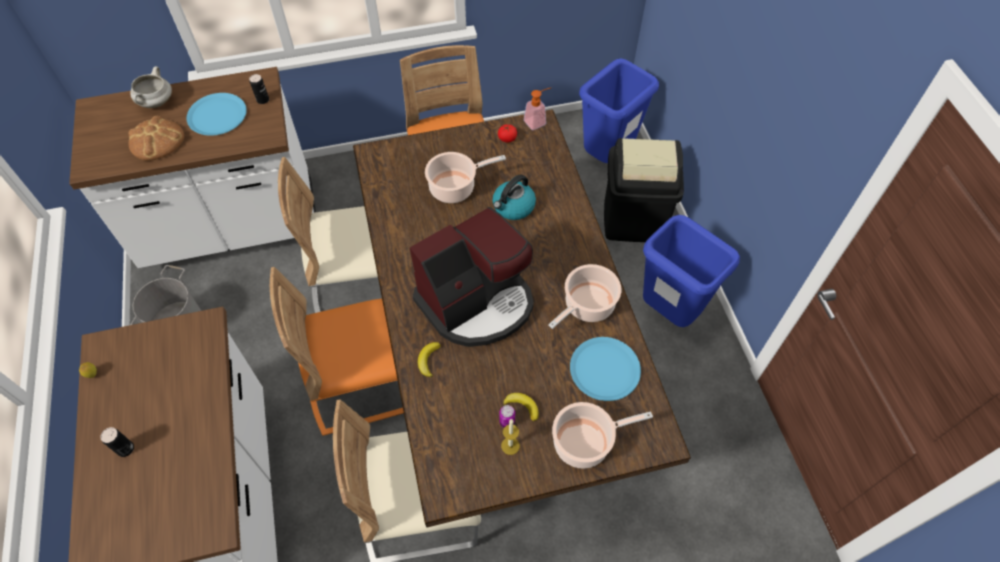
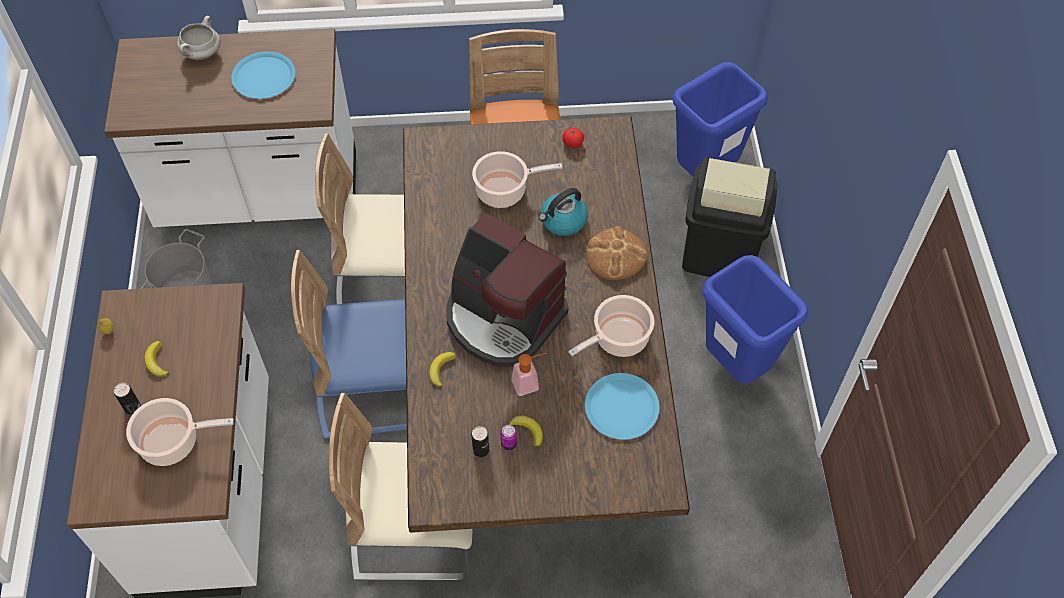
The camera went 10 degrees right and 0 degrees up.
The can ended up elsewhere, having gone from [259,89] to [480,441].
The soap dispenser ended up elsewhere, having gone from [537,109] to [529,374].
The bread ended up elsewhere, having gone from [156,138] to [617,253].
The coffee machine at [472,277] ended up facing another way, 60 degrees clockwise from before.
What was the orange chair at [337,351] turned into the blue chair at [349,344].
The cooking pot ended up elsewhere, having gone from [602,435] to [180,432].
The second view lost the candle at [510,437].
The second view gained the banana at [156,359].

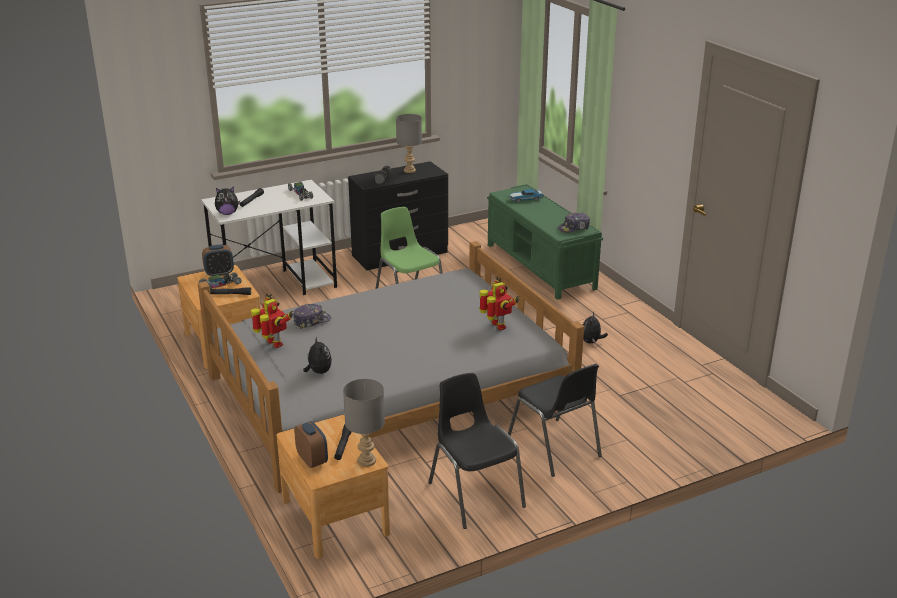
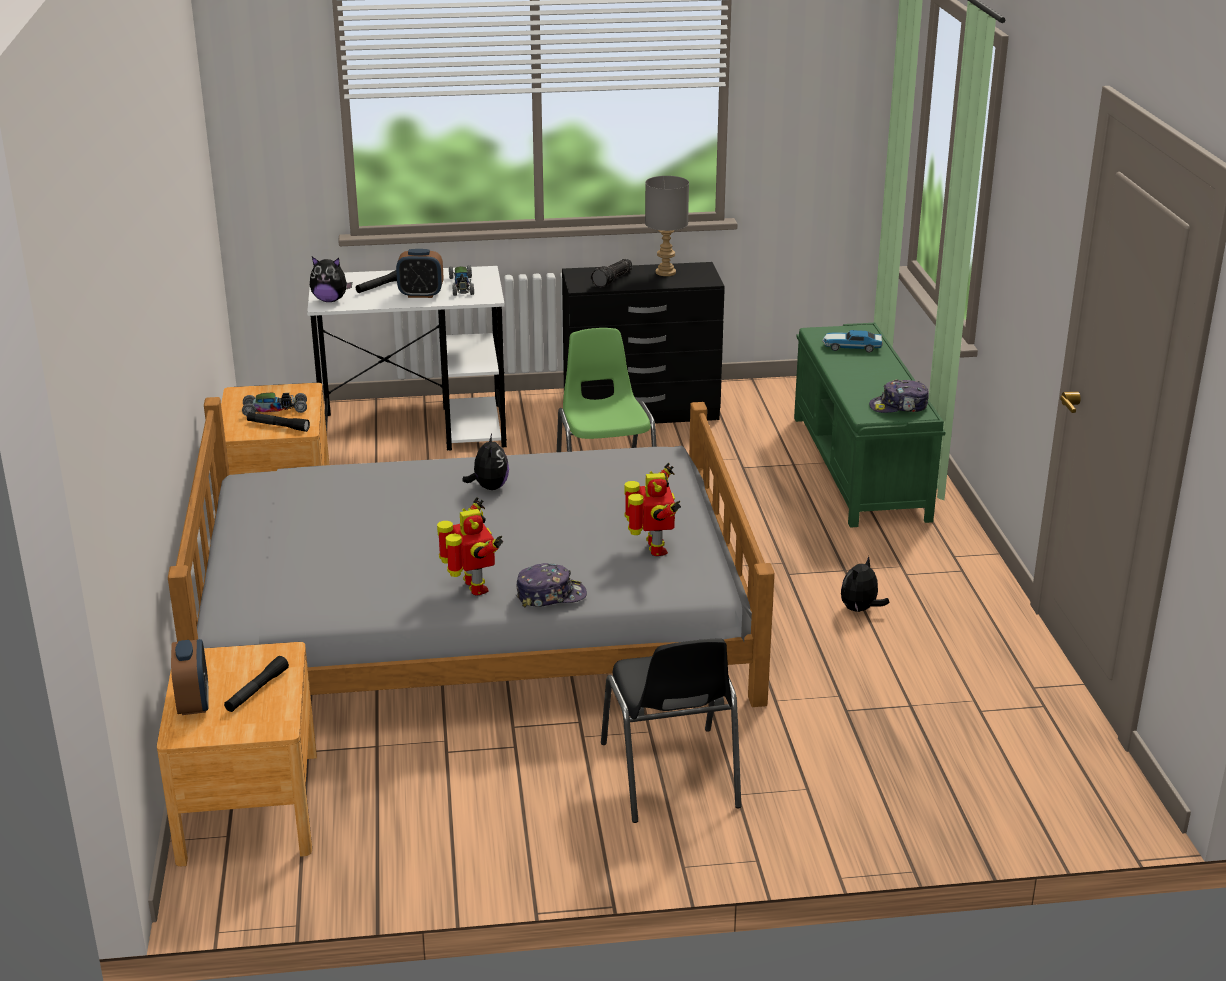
The camera went 20 degrees right and 0 degrees up.
The alarm clock ended up elsewhere, having gone from [218,260] to [419,273].
The toy robot ended up elsewhere, having gone from [272,320] to [470,546].
The cap ended up elsewhere, having gone from [312,316] to [551,585].
The plush toy ended up elsewhere, having gone from [317,355] to [485,462].
The second view lost the black chair at [477,451].
The second view lost the grey table lamp at [364,423].

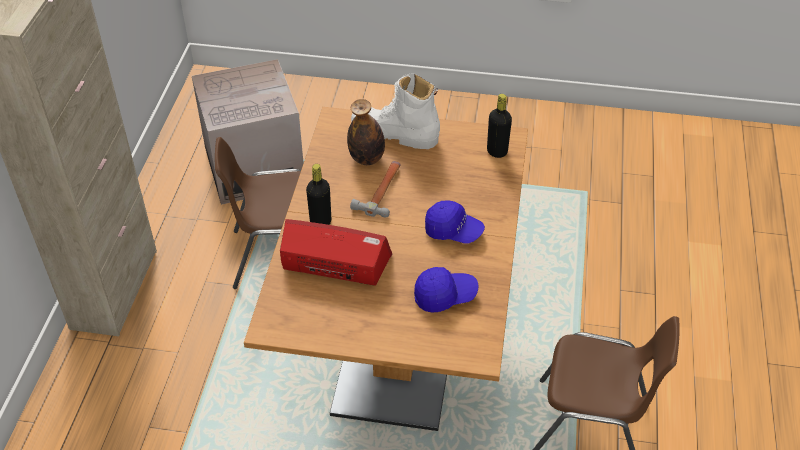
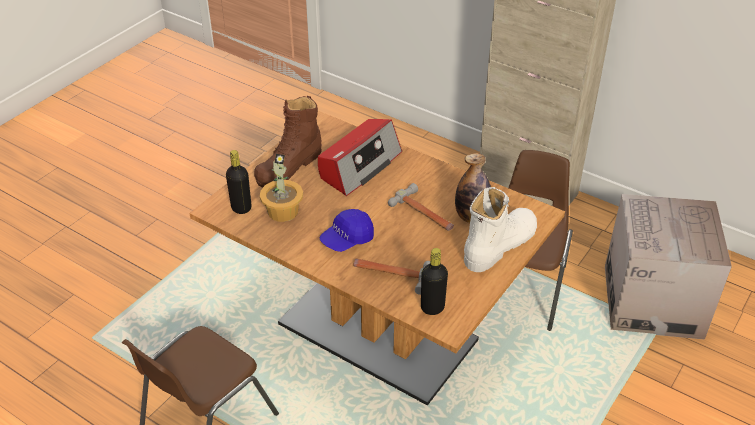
The camera went 115 degrees right and 5 degrees down.
The black bottle ended up elsewhere, having gone from [318,194] to [239,182].
Where the blue cap stood at [446,290], the potted plant came to stand at [281,188].
The second view gained the brown boot at [288,142].
The second view gained the hammer at [391,277].

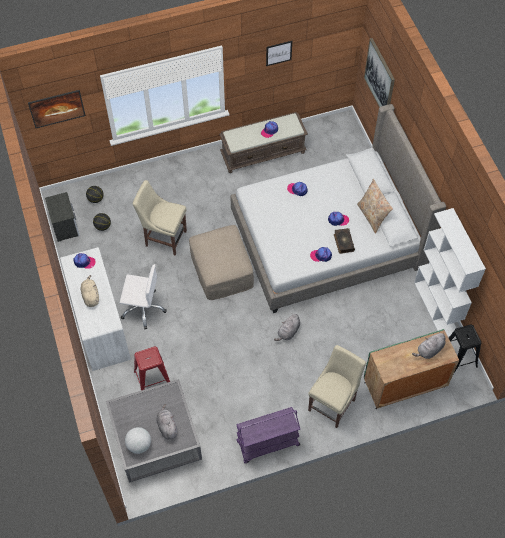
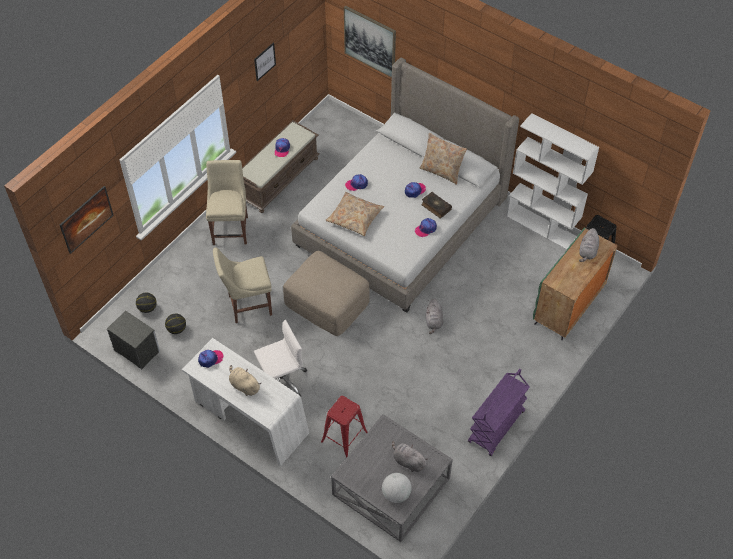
The camera went 35 degrees left and 5 degrees down.
The beige chair ended up elsewhere, having gone from [337,386] to [227,202].
The second view gained the beige pillow at [354,214].

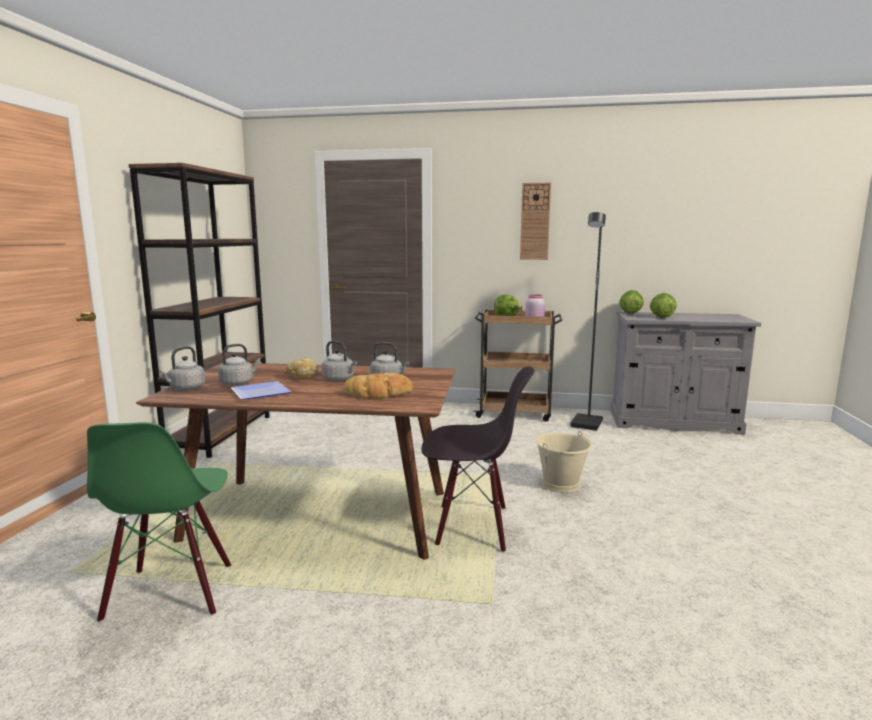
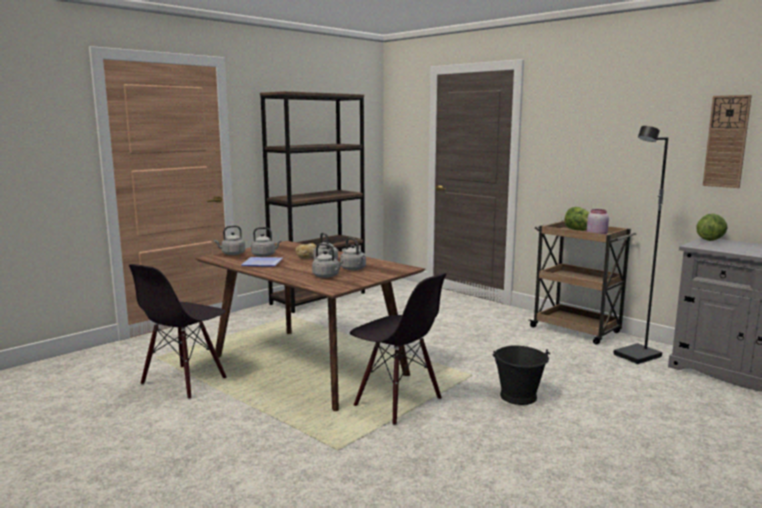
The camera went 35 degrees right and 0 degrees up.
The wall clock ended up elsewhere, having gone from [535,221] to [727,141].
The second view lost the lettuce at [663,305].
Where the bread stood at [378,385], the grey kettle came to stand at [327,260].
What was the green chair at [159,522] turned into the black chair at [178,332].
What was the beige bucket at [564,462] turned into the black bucket at [521,375].

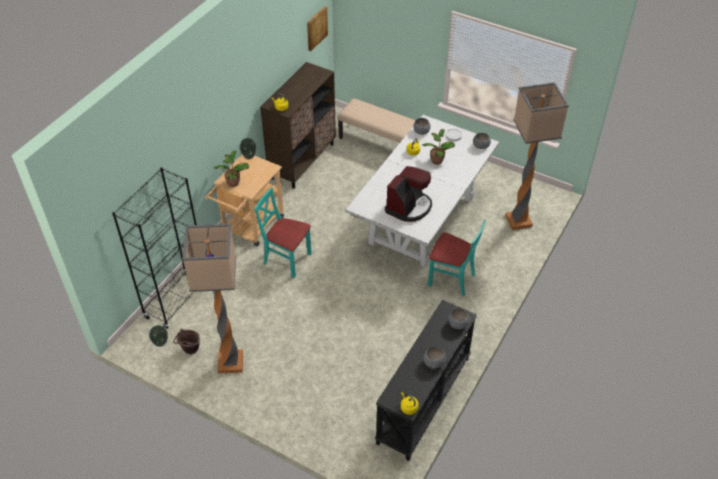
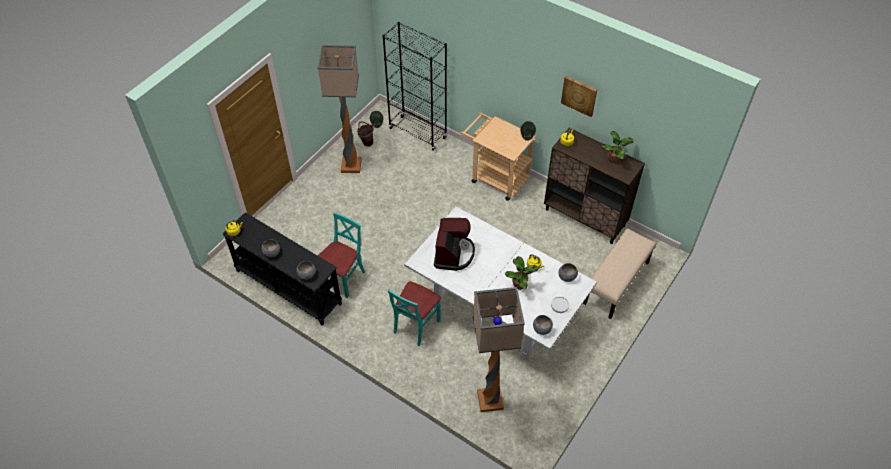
The camera went 95 degrees right and 5 degrees up.
The picture ended up elsewhere, having gone from [317,28] to [579,96].
The potted plant ended up elsewhere, having gone from [231,168] to [617,147].
The coffee machine at [408,194] ended up facing another way, 120 degrees counterclockwise from before.
The turquoise chair ended up elsewhere, having gone from [282,232] to [341,255].

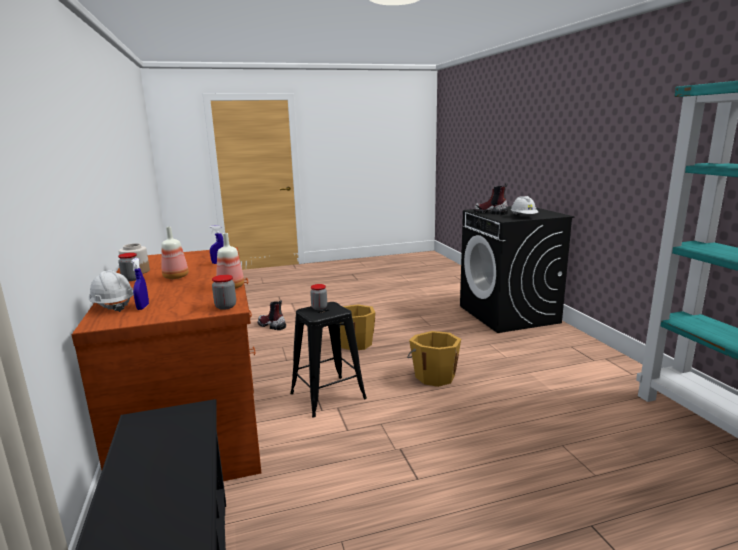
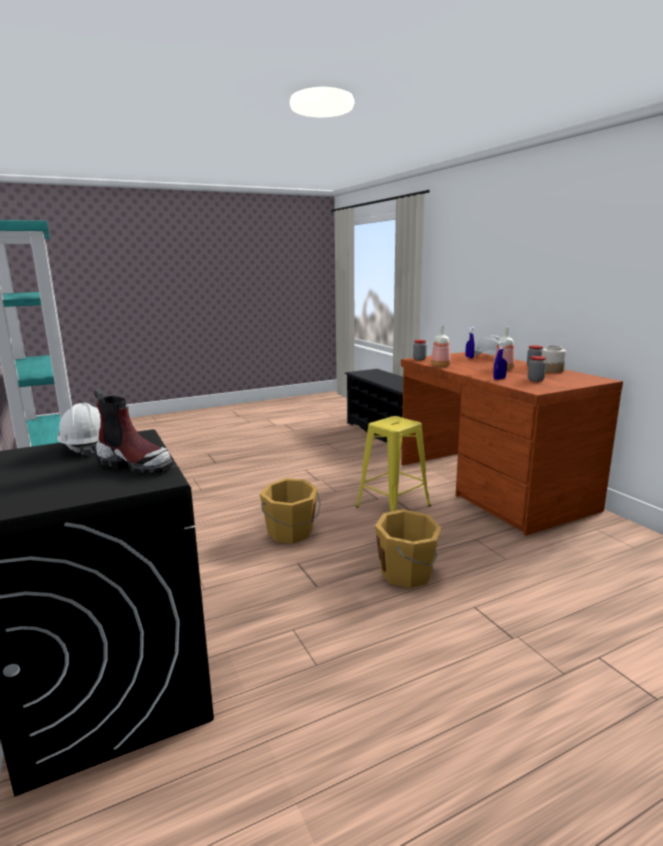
The camera went 170 degrees right and 0 degrees up.
The jar ended up elsewhere, having gone from [318,297] to [537,369].
The second view lost the boot at [272,315].
What was the black stool at [328,359] turned into the yellow stool at [393,464].

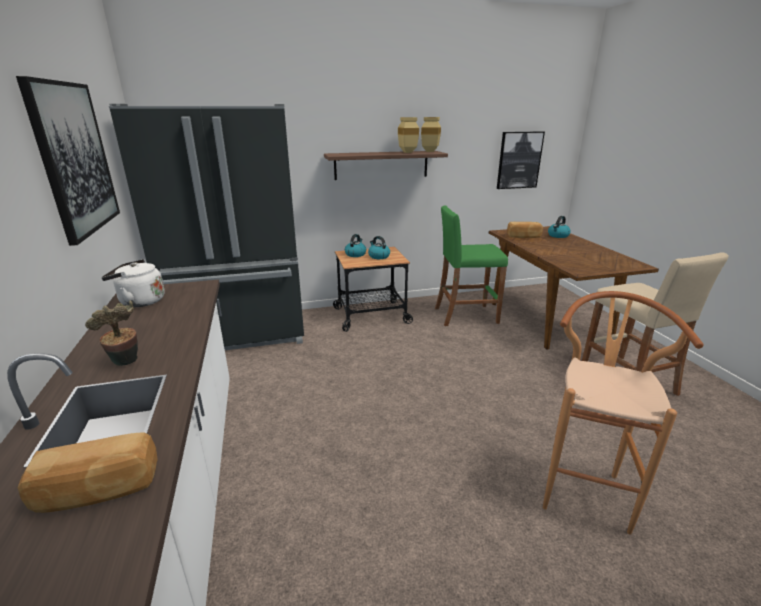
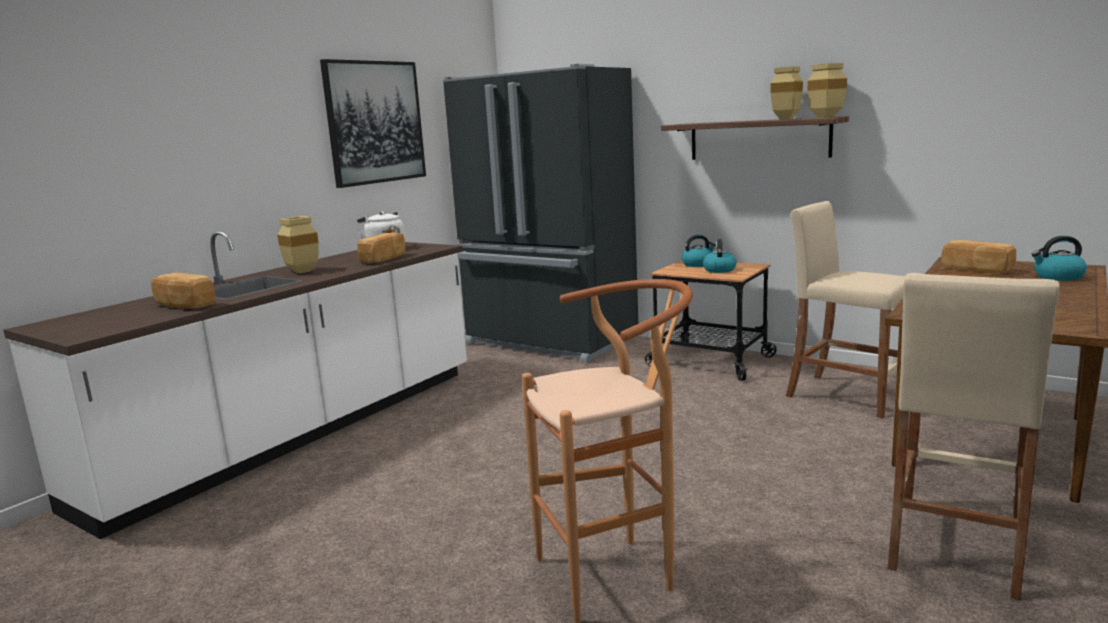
The camera went 50 degrees right and 10 degrees down.
The second view lost the picture at [521,160].
What was the green stool at [471,265] turned into the beige stool at [845,309].
Where the potted plant stood at [111,333], the beige vase came to stand at [298,244].
The second view gained the bread at [381,248].

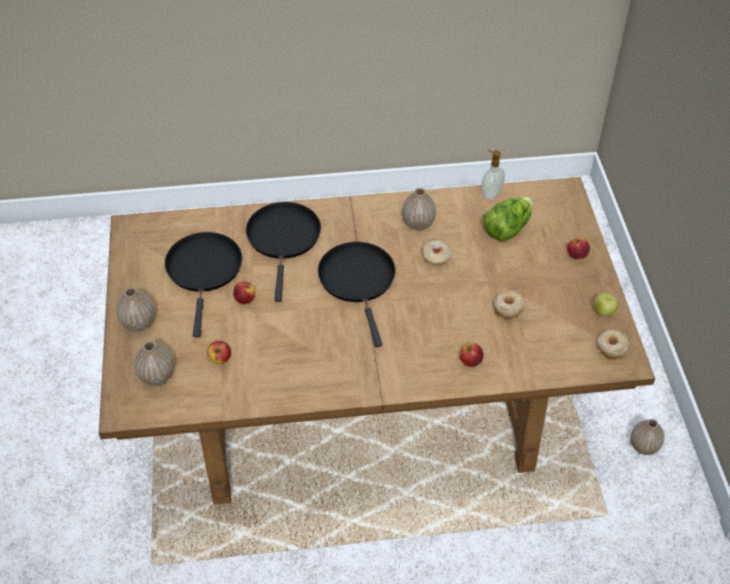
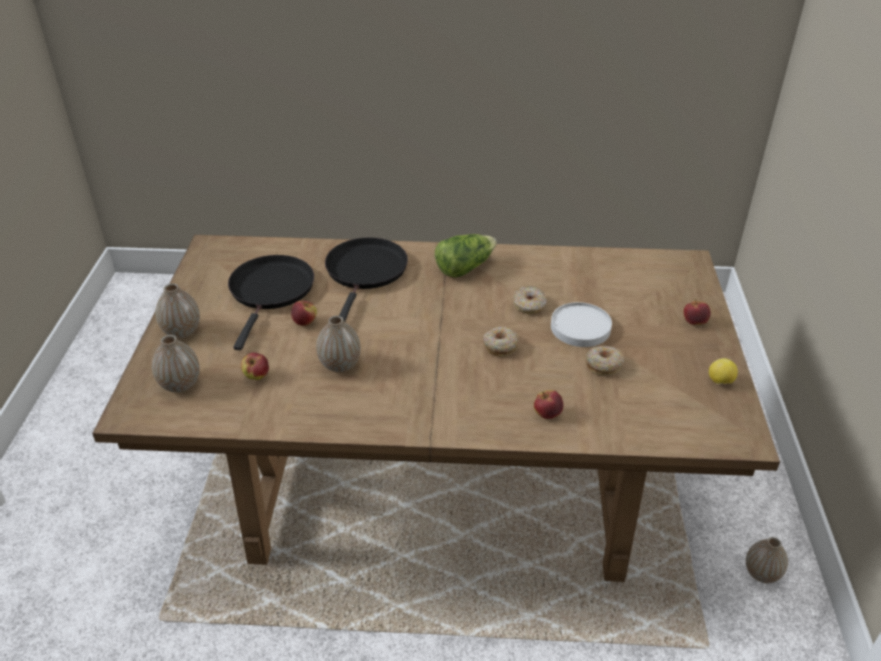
The camera went 10 degrees right and 10 degrees down.
The second view lost the soap dispenser at [493,175].
The vase ended up elsewhere, having gone from [419,209] to [338,344].
The lettuce ended up elsewhere, having gone from [508,219] to [466,256].
The second view lost the black frying pan at [357,294].
Where the apple stood at [606,304], the lemon came to stand at [723,371].
The donut ended up elsewhere, having gone from [613,345] to [501,342].
The second view gained the white plate at [581,324].

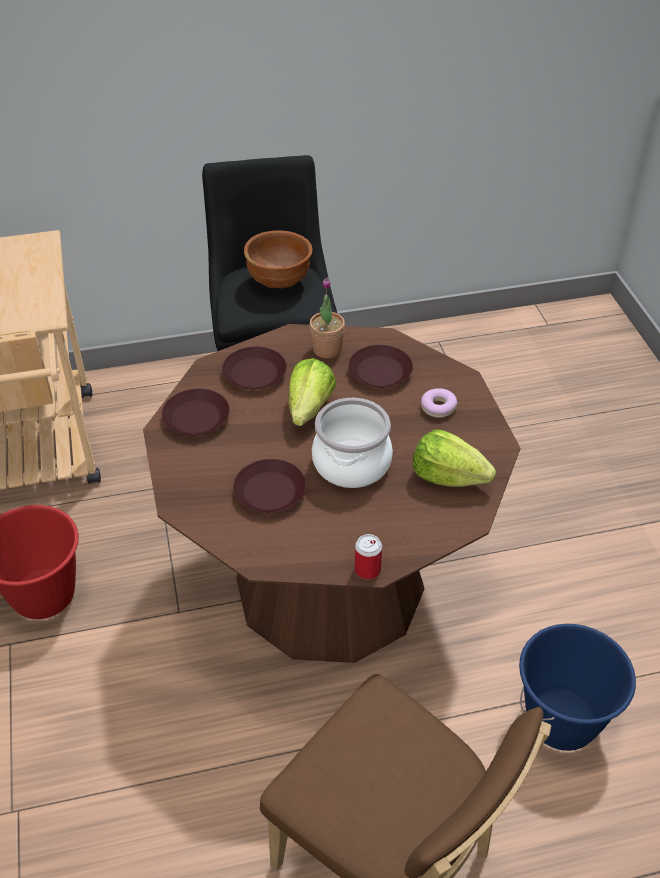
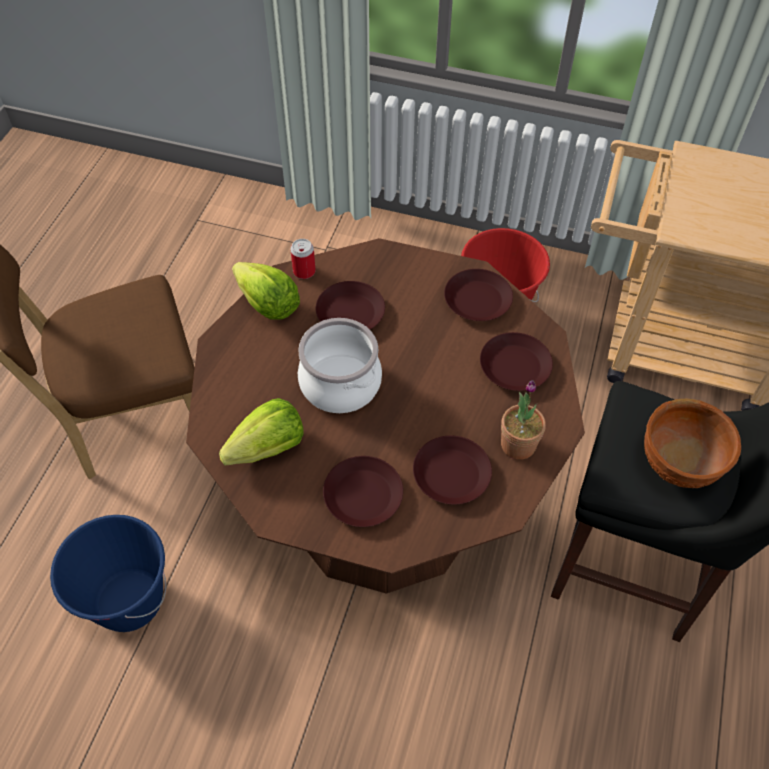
The camera went 120 degrees right and 10 degrees up.
The lettuce ended up elsewhere, having gone from [312,392] to [266,291].
Where the donut stood at [439,403], the brown plate came to stand at [363,491].
The can ended up elsewhere, having gone from [368,557] to [303,259].

